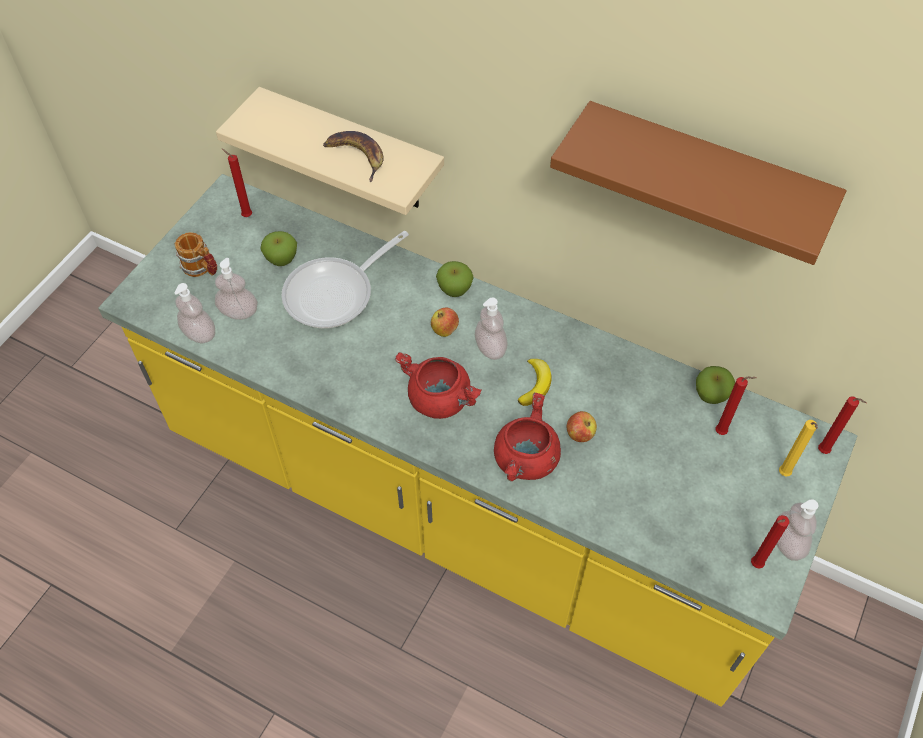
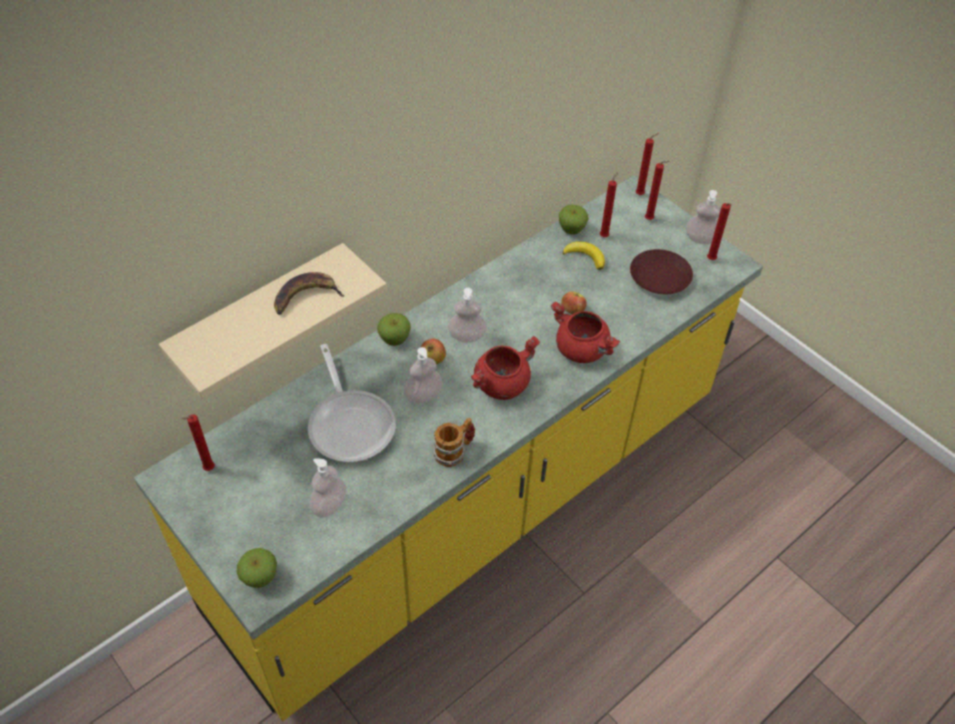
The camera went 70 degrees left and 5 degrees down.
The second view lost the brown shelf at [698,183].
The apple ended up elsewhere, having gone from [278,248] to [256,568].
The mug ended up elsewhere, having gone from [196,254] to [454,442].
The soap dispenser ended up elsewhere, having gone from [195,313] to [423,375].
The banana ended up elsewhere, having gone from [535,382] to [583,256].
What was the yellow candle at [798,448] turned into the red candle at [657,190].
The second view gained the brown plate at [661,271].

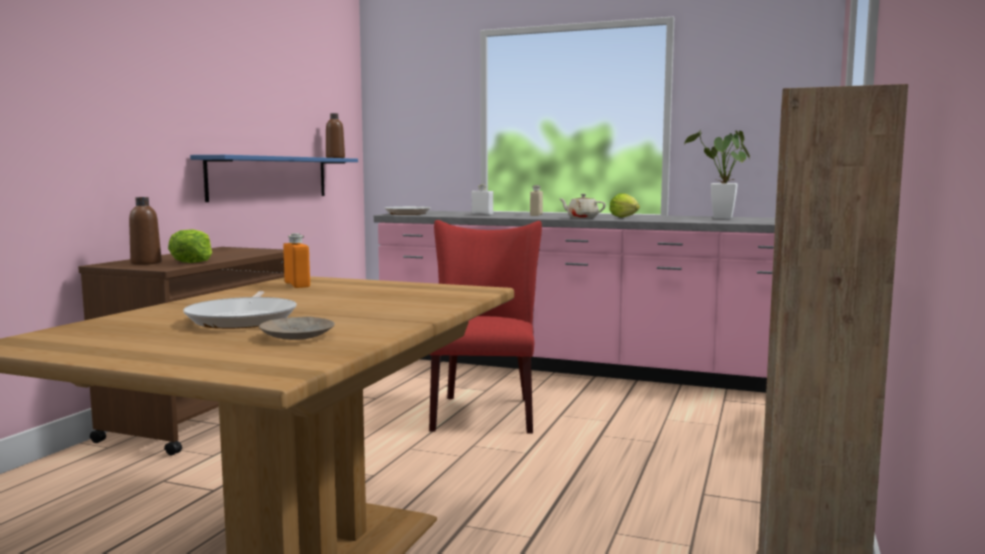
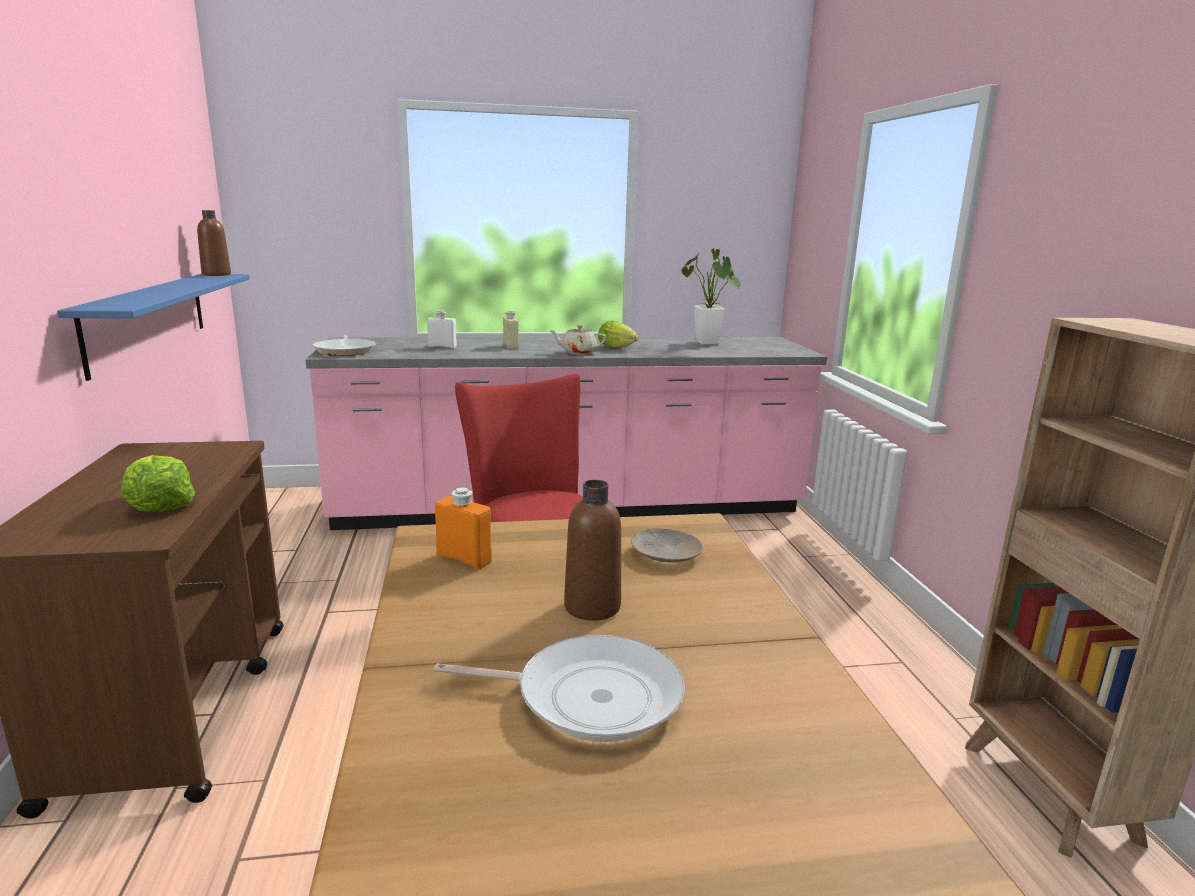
The camera went 30 degrees left and 10 degrees up.
The brown bottle ended up elsewhere, having gone from [145,231] to [592,550].
The frying pan at [240,310] ended up facing another way, 45 degrees counterclockwise from before.
The beige plate ended up elsewhere, having gone from [297,328] to [667,546].

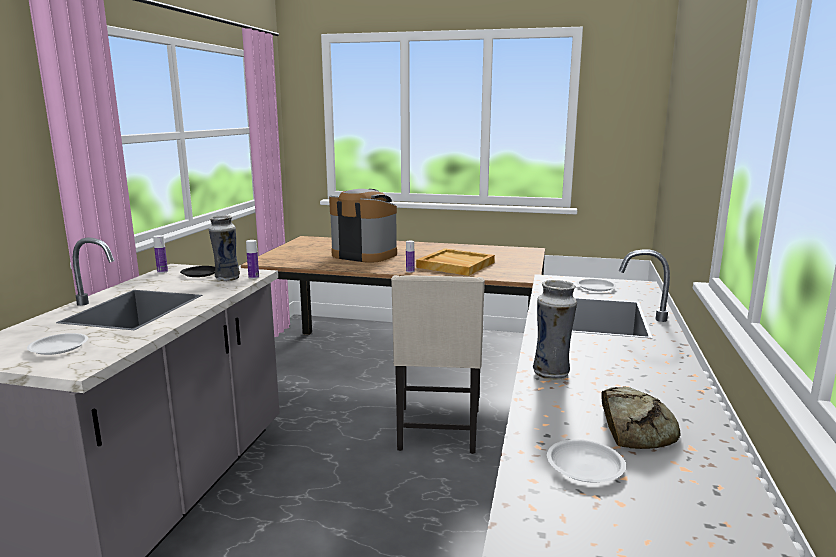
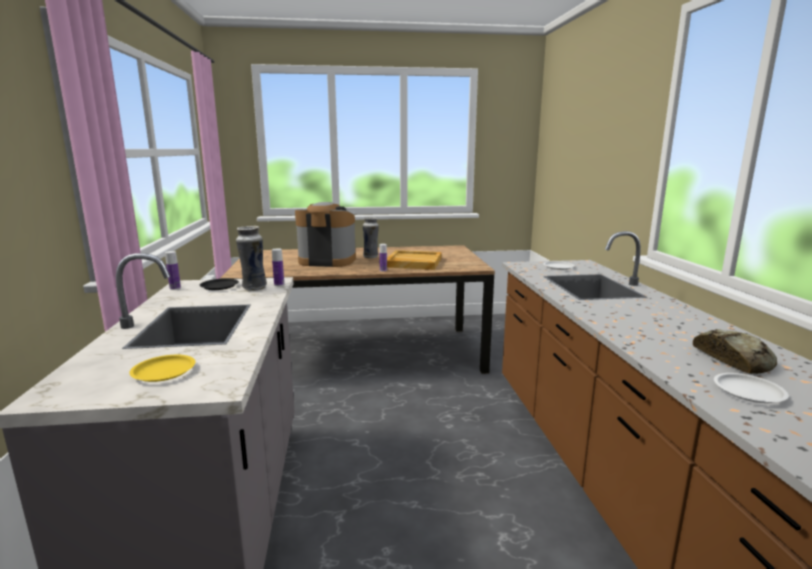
The camera went 20 degrees left and 0 degrees up.
The second view lost the beige chair at [438,364].
The vase ended up elsewhere, having gone from [555,330] to [371,238].
What was the white plate at [57,344] turned into the yellow plate at [162,368].

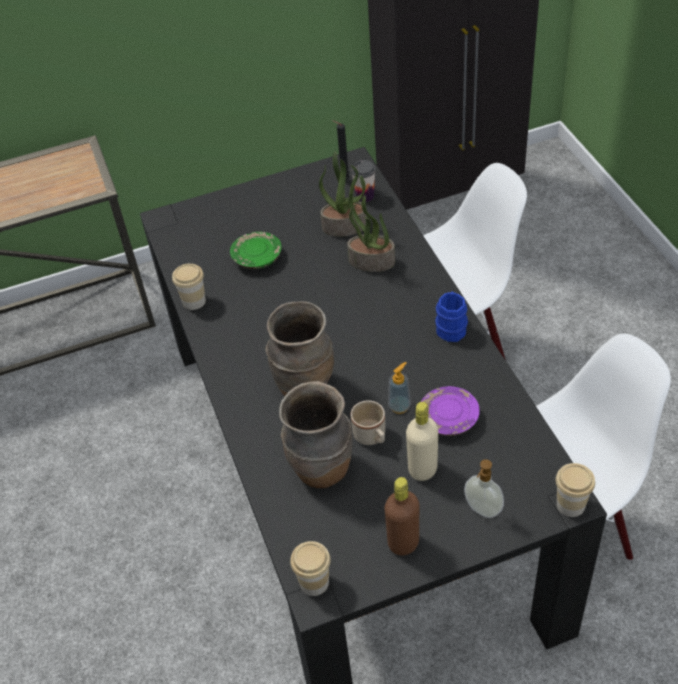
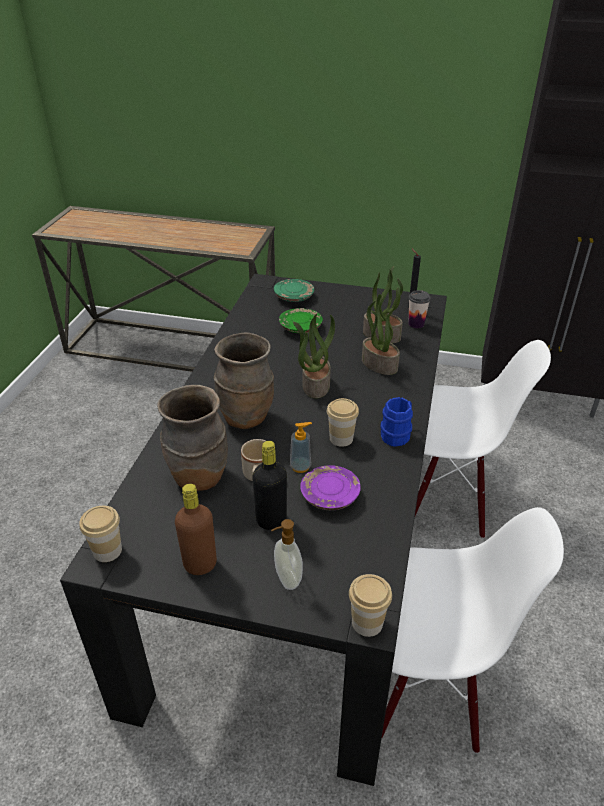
The camera went 30 degrees right and 10 degrees down.
The cup ended up elsewhere, having gone from [189,287] to [343,422].
What was the beige bottle at [422,441] turned into the black bottle at [269,485].
The second view gained the green plate at [294,290].
The second view gained the potted plant at [314,356].

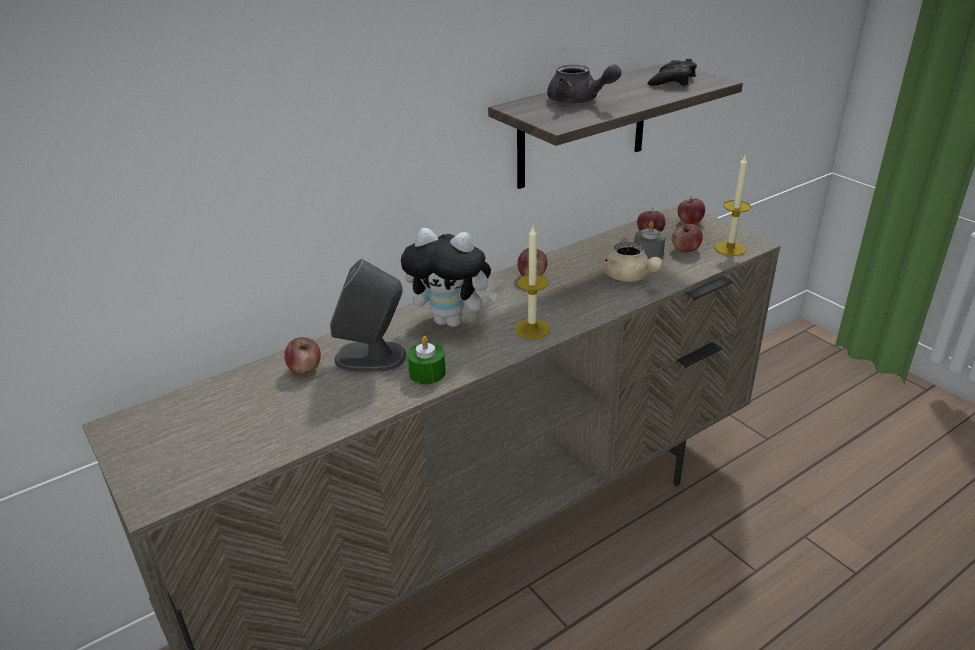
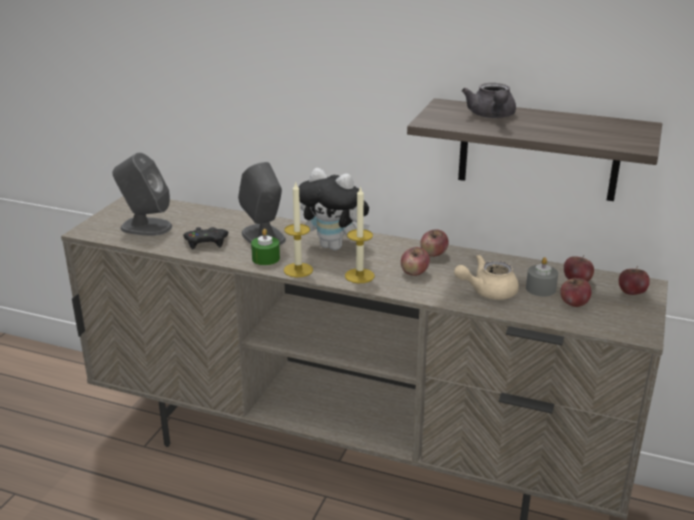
The camera went 55 degrees right and 5 degrees down.
The black game controller ended up elsewhere, having gone from [672,72] to [205,238].
The candle ended up elsewhere, having gone from [733,206] to [298,230].
The plush toy at [449,277] ended up facing another way, 45 degrees counterclockwise from before.
The beige teapot at [633,262] ended up facing another way, 45 degrees clockwise from before.
The apple ended up elsewhere, having gone from [302,356] to [415,261].
The second view gained the grey speaker at [142,194].

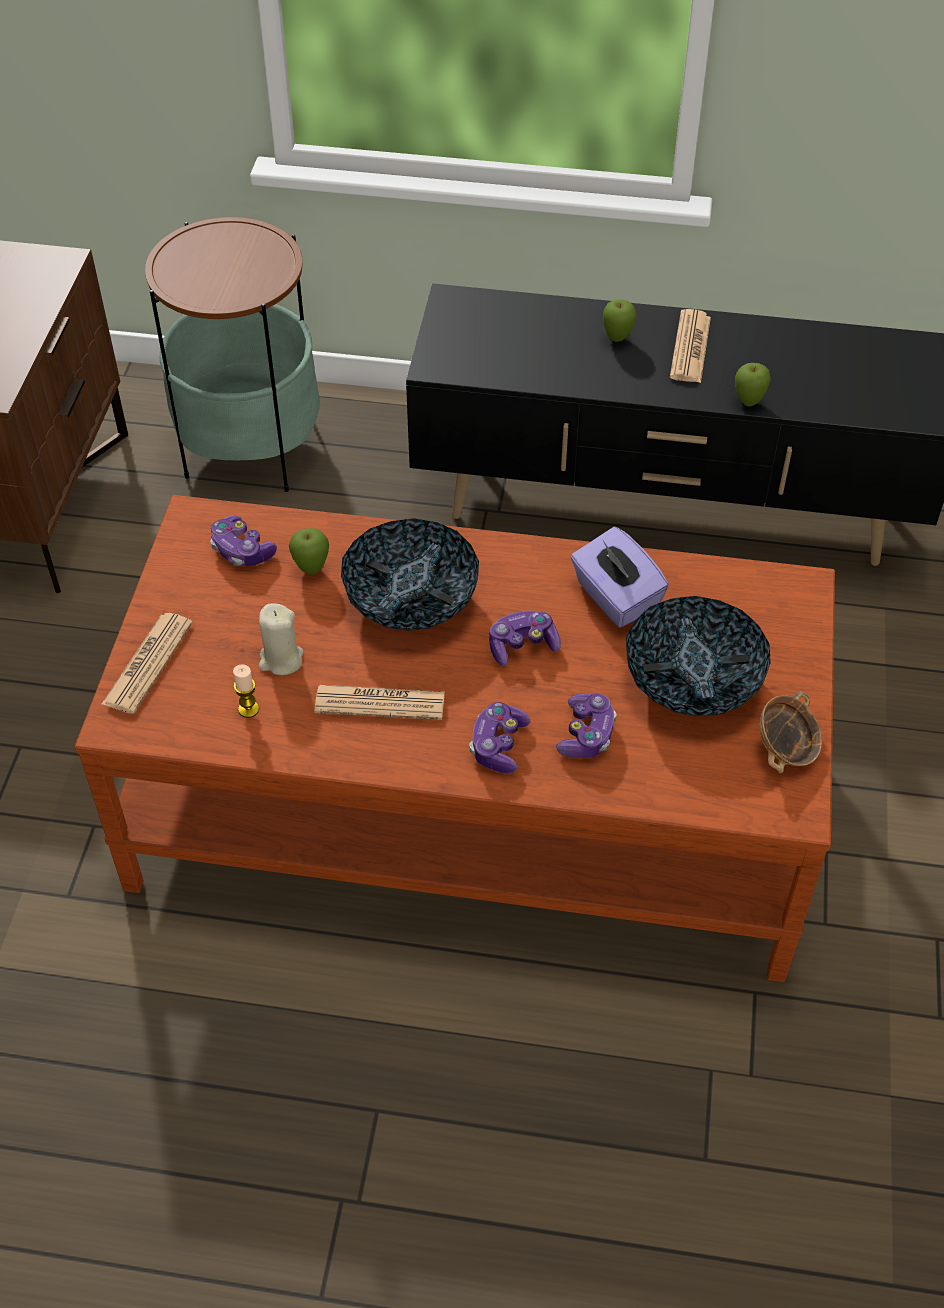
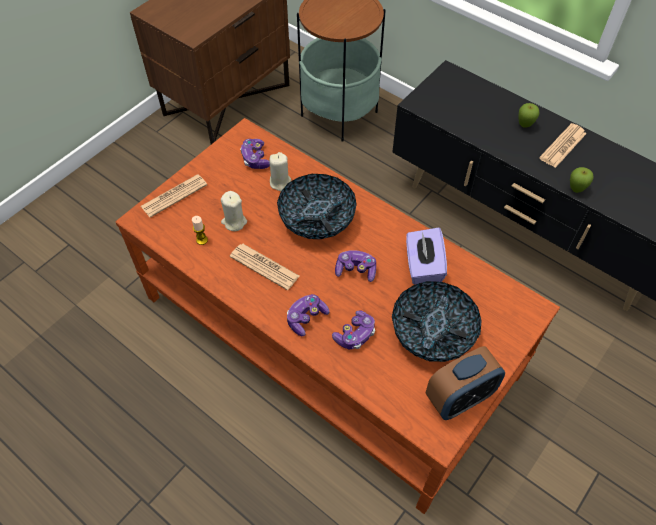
The camera went 30 degrees right and 5 degrees up.
Where the apple stood at [309,551], the beige candle came to stand at [280,171].
Where the bowl stood at [791,732], the alarm clock came to stand at [465,383].

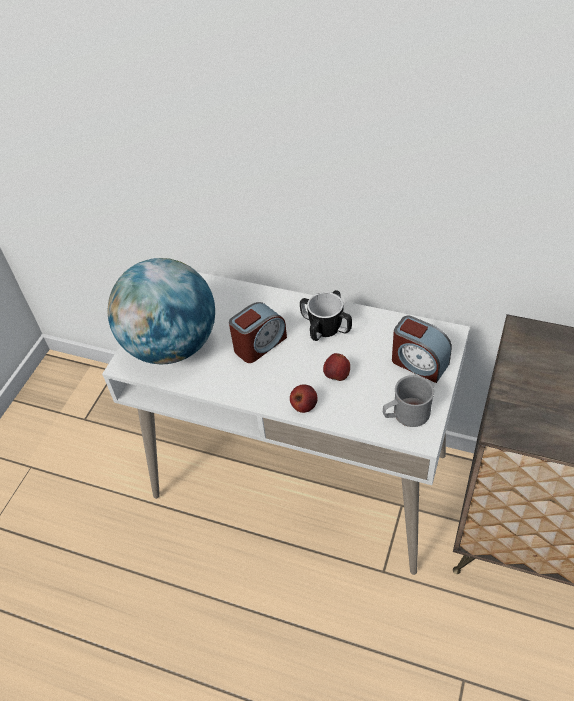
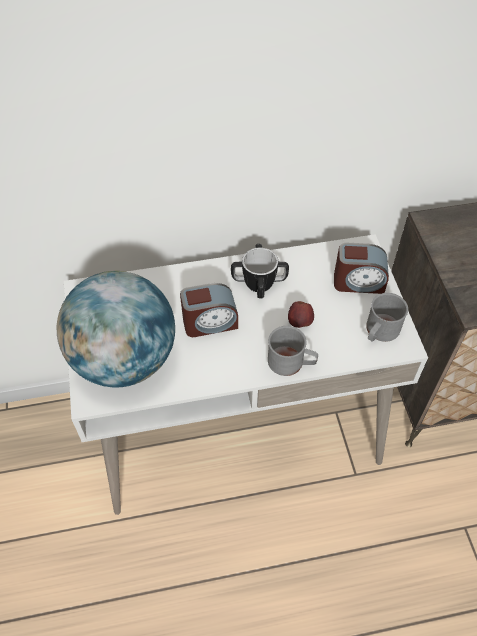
The camera went 35 degrees left and 5 degrees up.
The alarm clock at [258,332] ended up facing another way, 60 degrees clockwise from before.
Where the apple stood at [304,398], the grey mug came to stand at [293,351].

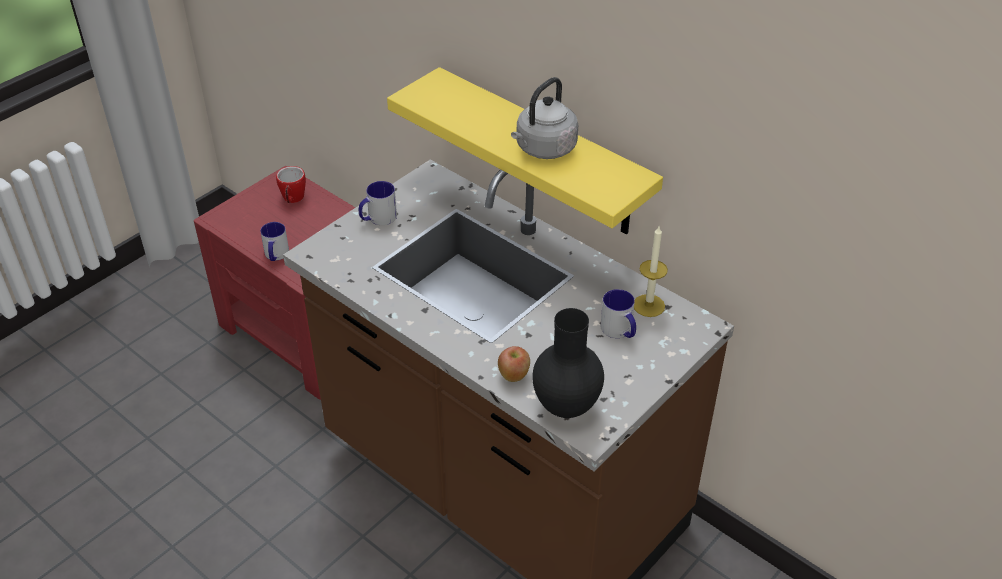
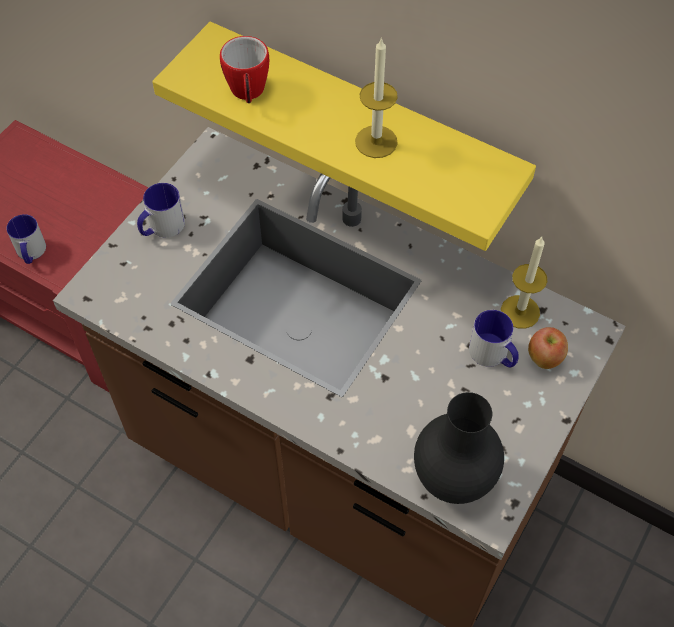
The camera went 10 degrees left and 15 degrees up.
Where the grey kettle stood at [544,118], the candle came to stand at [376,97].
The mug ended up elsewhere, having gone from [291,184] to [244,69].
The apple ended up elsewhere, having gone from [514,364] to [548,348].

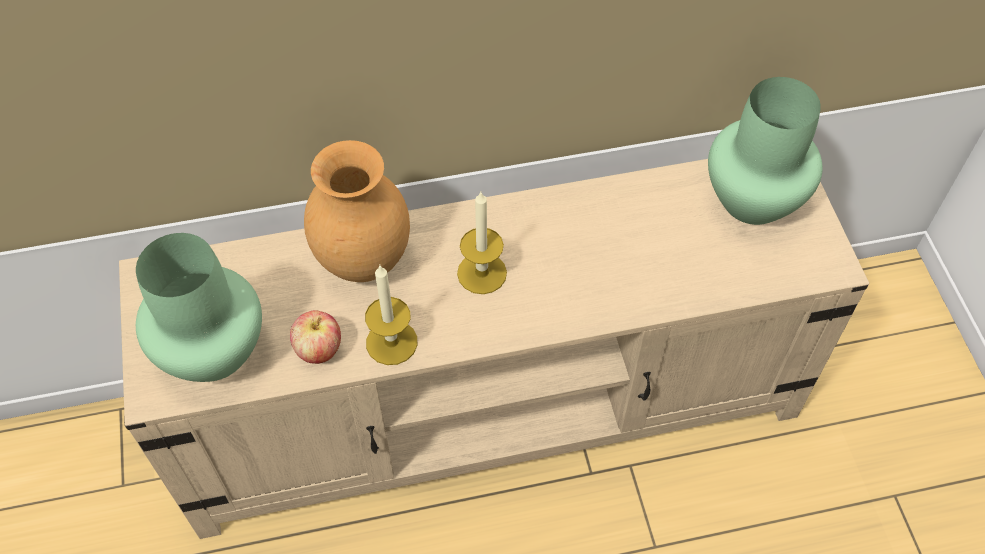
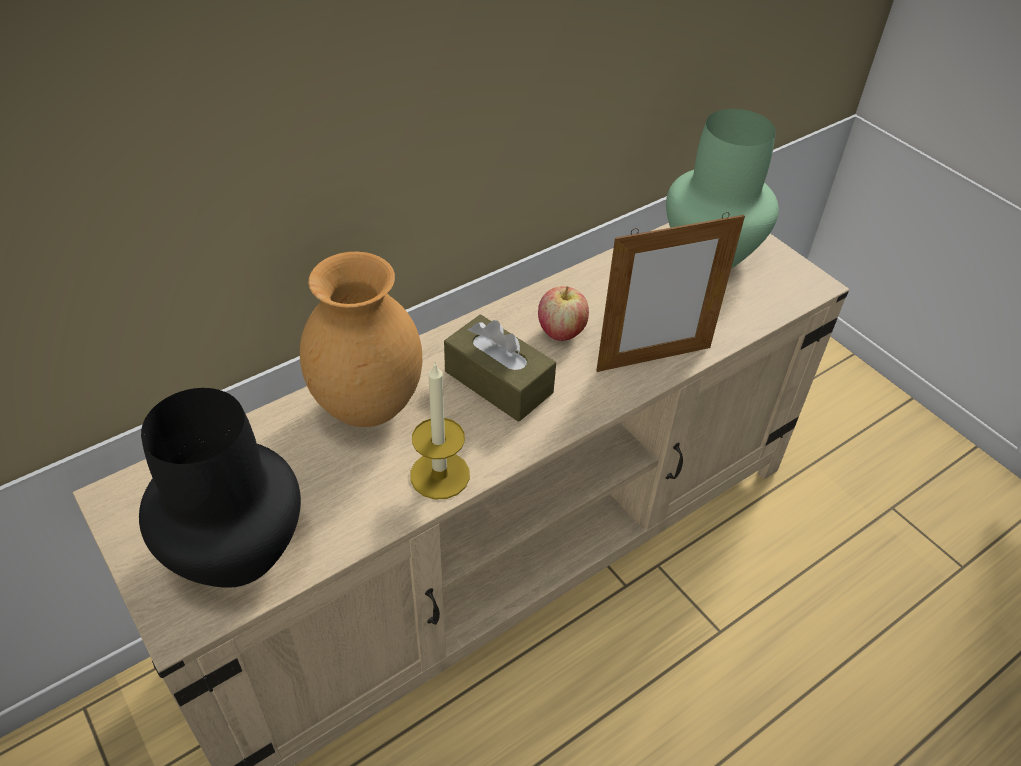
The camera went 25 degrees left and 10 degrees down.
Where the candle stood at [482,243], the brown tissue box came to stand at [500,368].
What was the green vase at [199,307] turned into the black vase at [220,488].
The apple ended up elsewhere, having gone from [315,337] to [563,313].
The second view gained the picture frame at [670,292].

